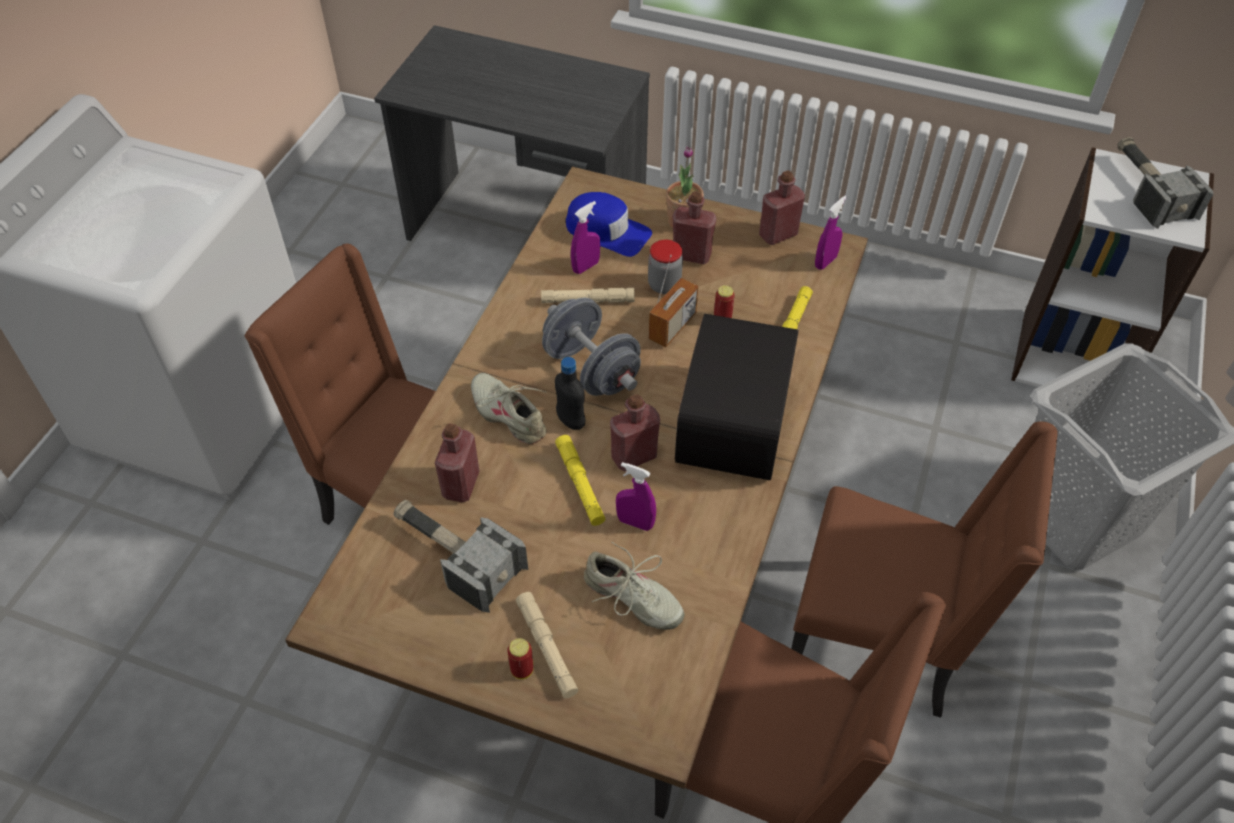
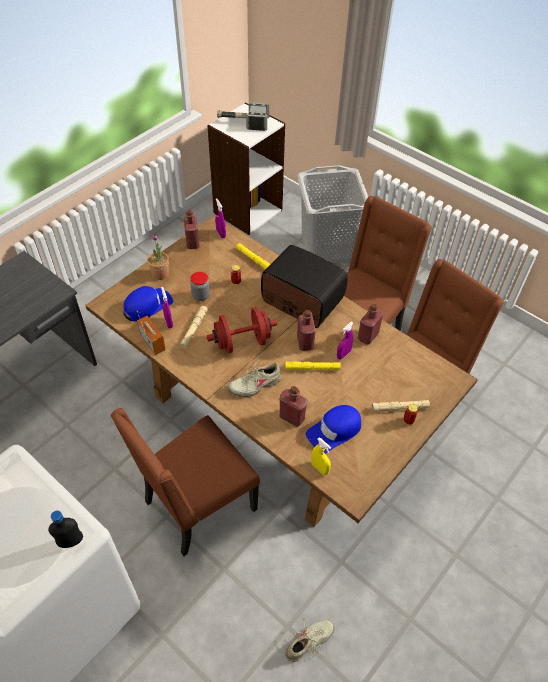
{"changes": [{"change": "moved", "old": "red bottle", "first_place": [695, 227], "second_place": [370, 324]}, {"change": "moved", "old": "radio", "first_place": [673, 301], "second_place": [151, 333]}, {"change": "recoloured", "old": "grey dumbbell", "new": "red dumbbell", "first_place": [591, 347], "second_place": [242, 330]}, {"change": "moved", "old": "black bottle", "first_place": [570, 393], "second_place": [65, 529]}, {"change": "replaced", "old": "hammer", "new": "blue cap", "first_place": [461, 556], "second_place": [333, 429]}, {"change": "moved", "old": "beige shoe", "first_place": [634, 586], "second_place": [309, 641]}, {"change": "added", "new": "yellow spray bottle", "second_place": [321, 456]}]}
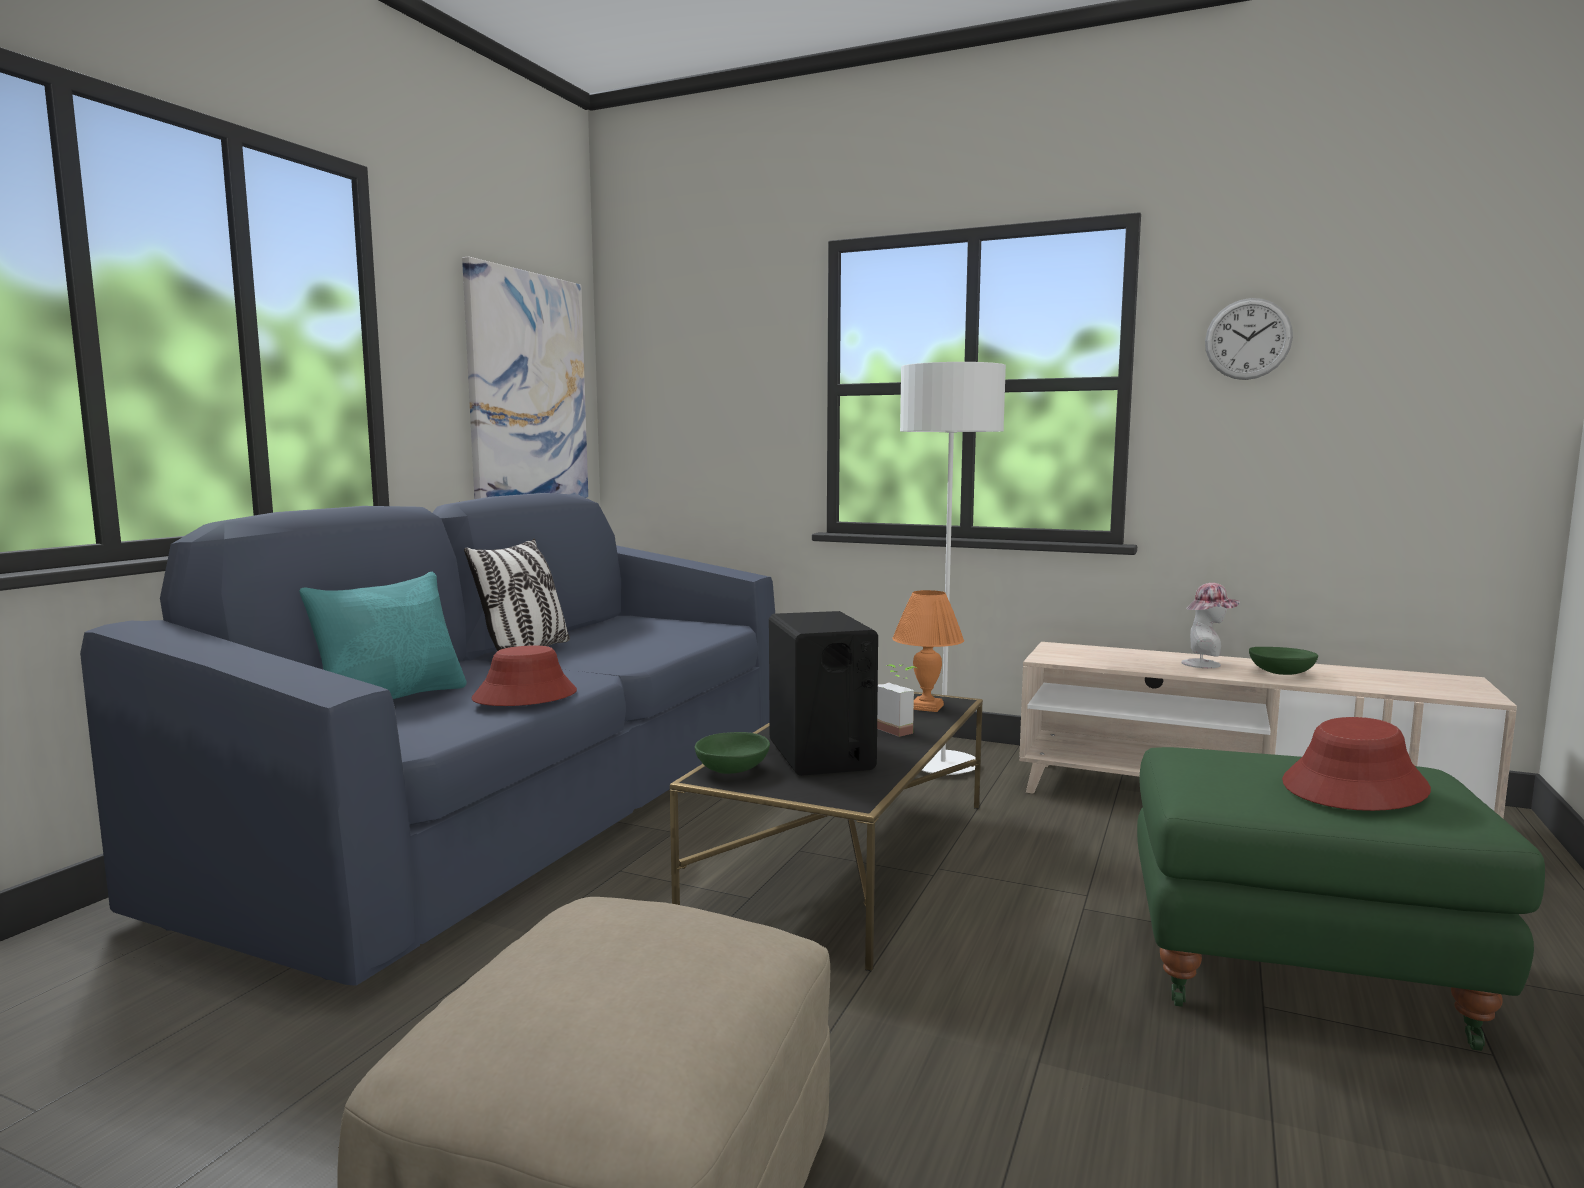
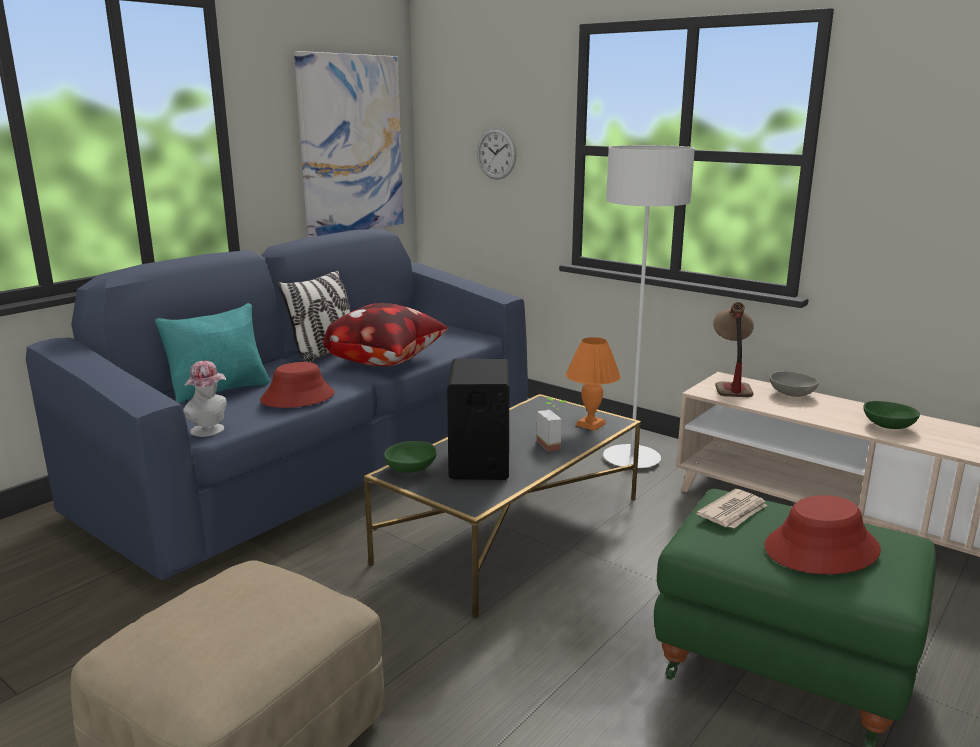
{"changes": [{"change": "moved", "old": "wall clock", "first_place": [1249, 339], "second_place": [497, 153]}, {"change": "moved", "old": "hat", "first_place": [1210, 625], "second_place": [205, 398]}, {"change": "added", "new": "table lamp", "second_place": [733, 349]}, {"change": "added", "new": "pillow", "second_place": [385, 334]}, {"change": "added", "new": "grey bowl", "second_place": [794, 384]}, {"change": "added", "new": "newspaper", "second_place": [731, 508]}]}
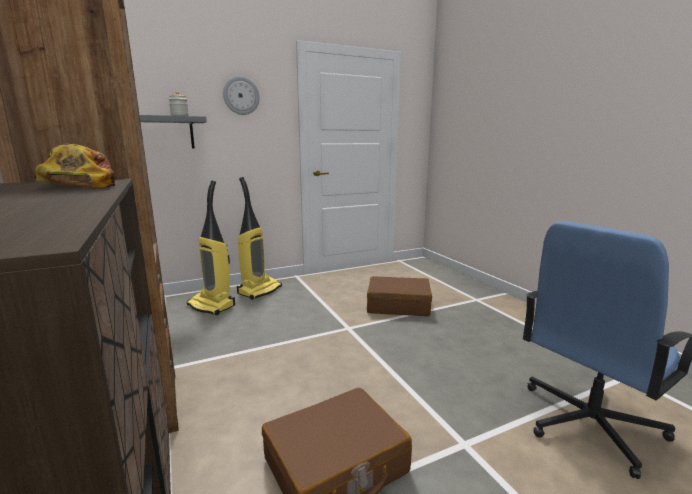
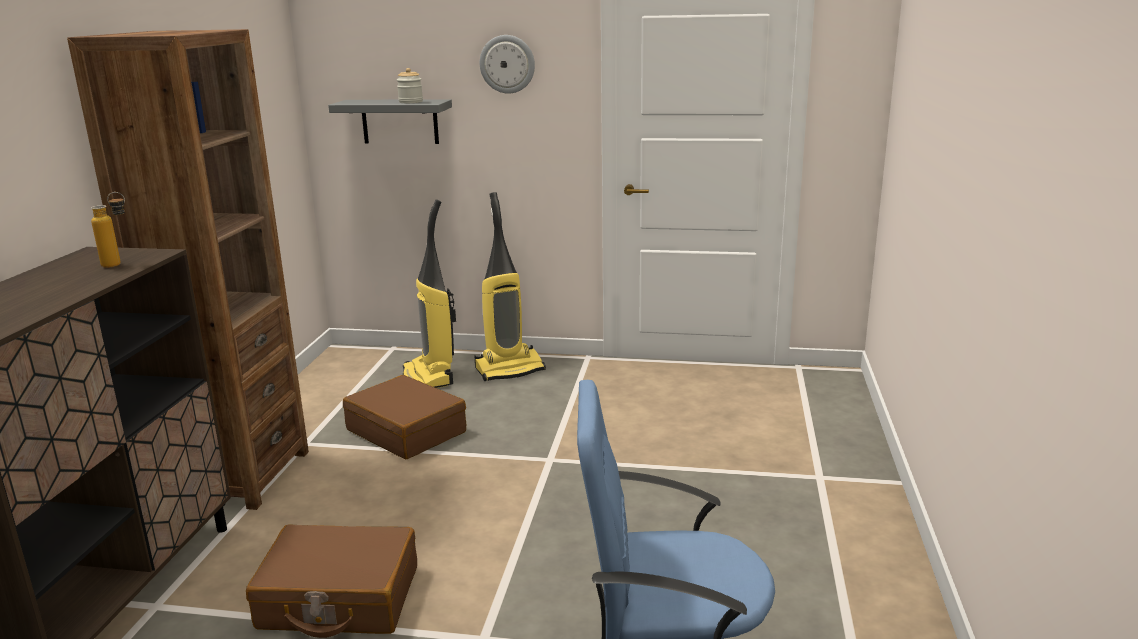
{"changes": [{"change": "replaced", "old": "cap", "new": "bottle", "first_place": [75, 165], "second_place": [108, 230]}, {"change": "moved", "old": "brown suitcase", "first_place": [399, 296], "second_place": [404, 417]}]}
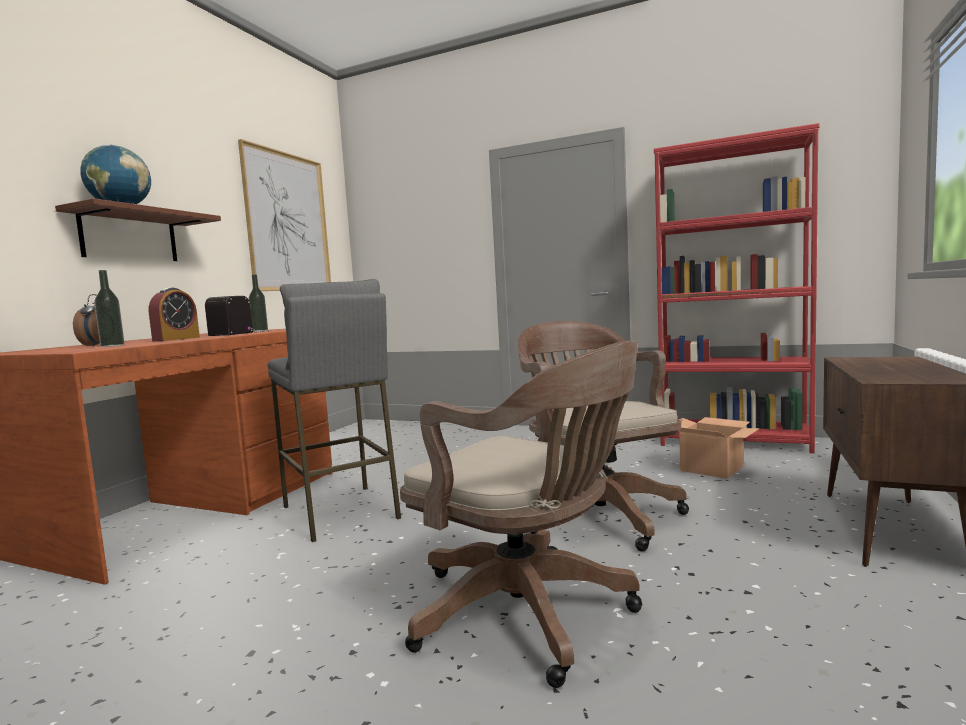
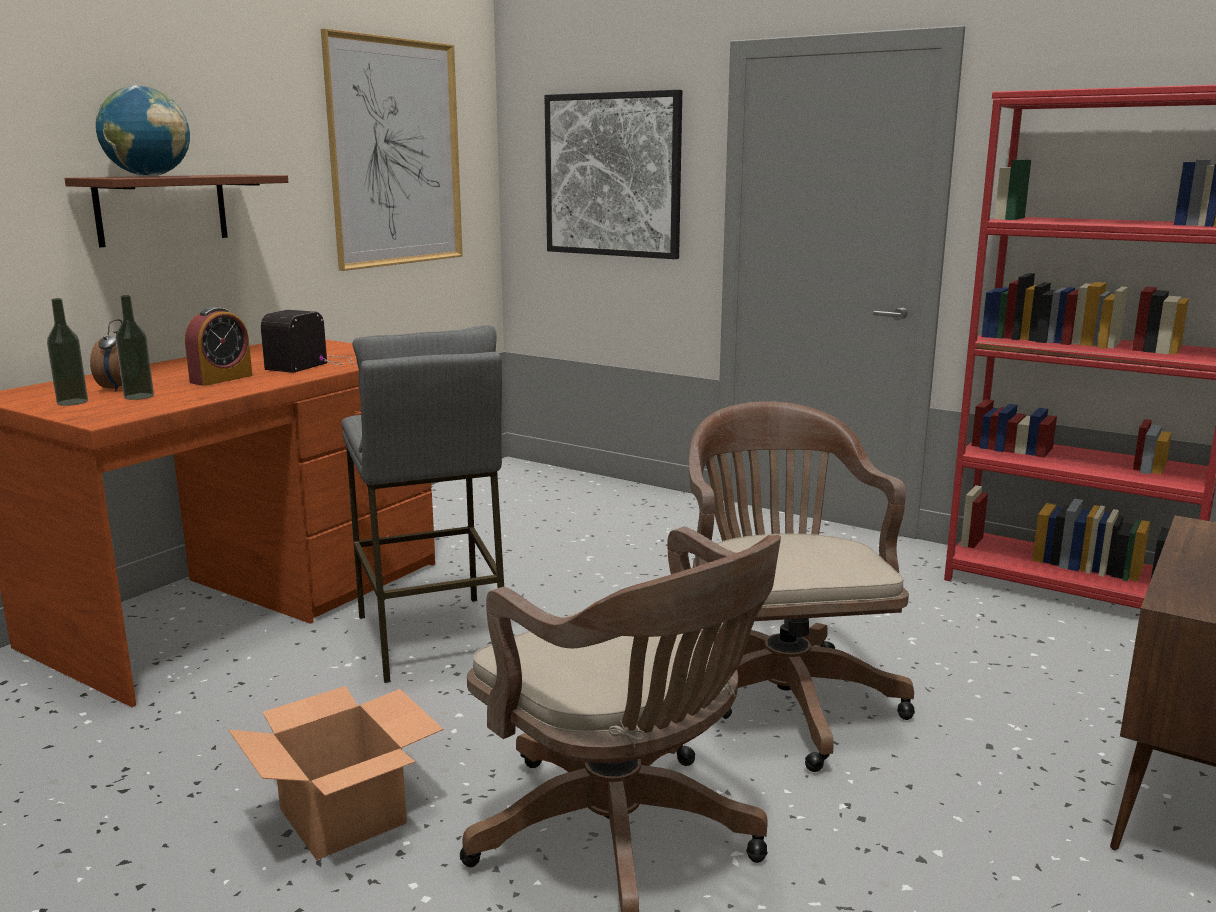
{"changes": [{"change": "moved", "old": "bottle", "first_place": [258, 303], "second_place": [67, 352]}, {"change": "moved", "old": "cardboard box", "first_place": [719, 448], "second_place": [336, 773]}, {"change": "added", "new": "picture", "second_place": [613, 174]}]}
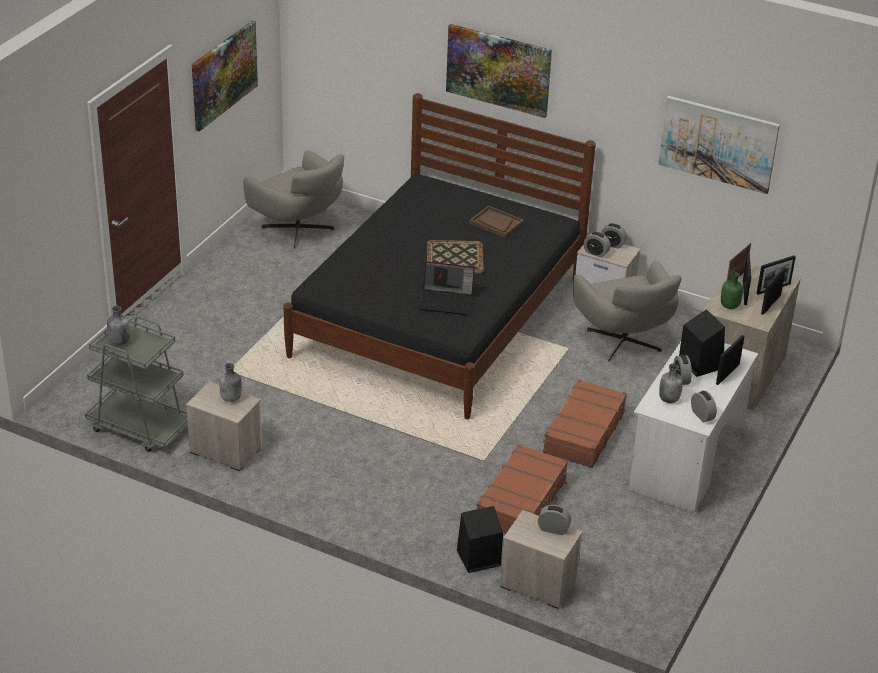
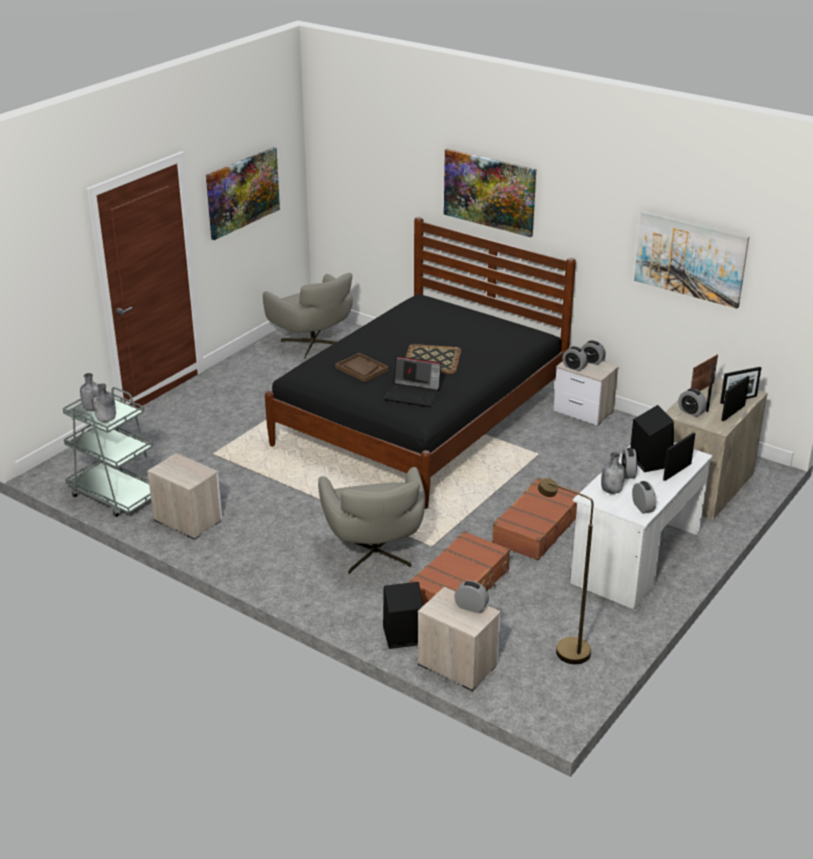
{"changes": [{"change": "moved", "old": "brown tray", "first_place": [496, 222], "second_place": [362, 367]}, {"change": "moved", "old": "grey armchair", "first_place": [627, 311], "second_place": [371, 520]}, {"change": "replaced", "old": "green bottle", "new": "alarm clock", "first_place": [732, 290], "second_place": [692, 402]}, {"change": "moved", "old": "grey bottle", "first_place": [230, 382], "second_place": [104, 402]}, {"change": "added", "new": "brown floor lamp", "second_place": [565, 571]}]}
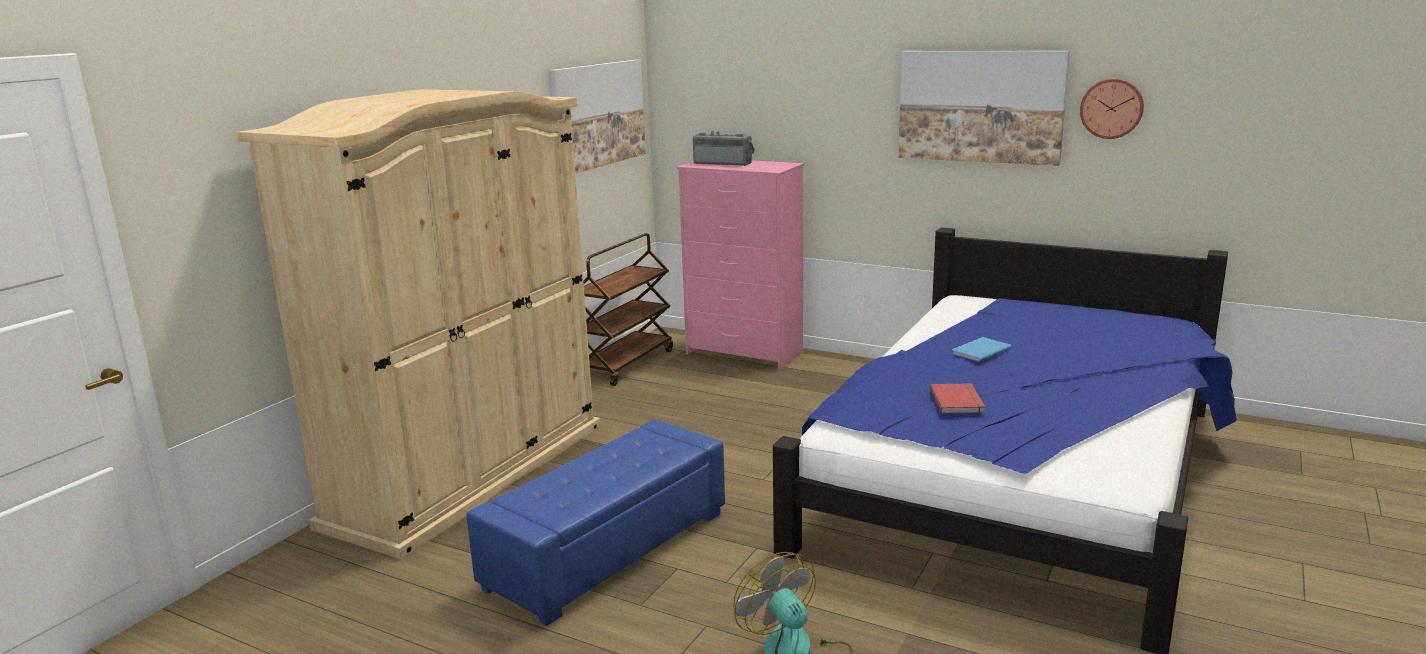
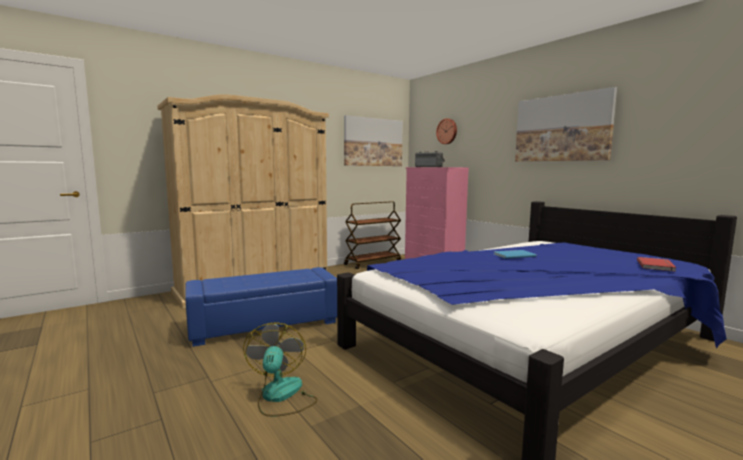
{"changes": [{"change": "moved", "old": "wall clock", "first_place": [1112, 108], "second_place": [446, 131]}, {"change": "moved", "old": "red book", "first_place": [957, 398], "second_place": [657, 264]}]}
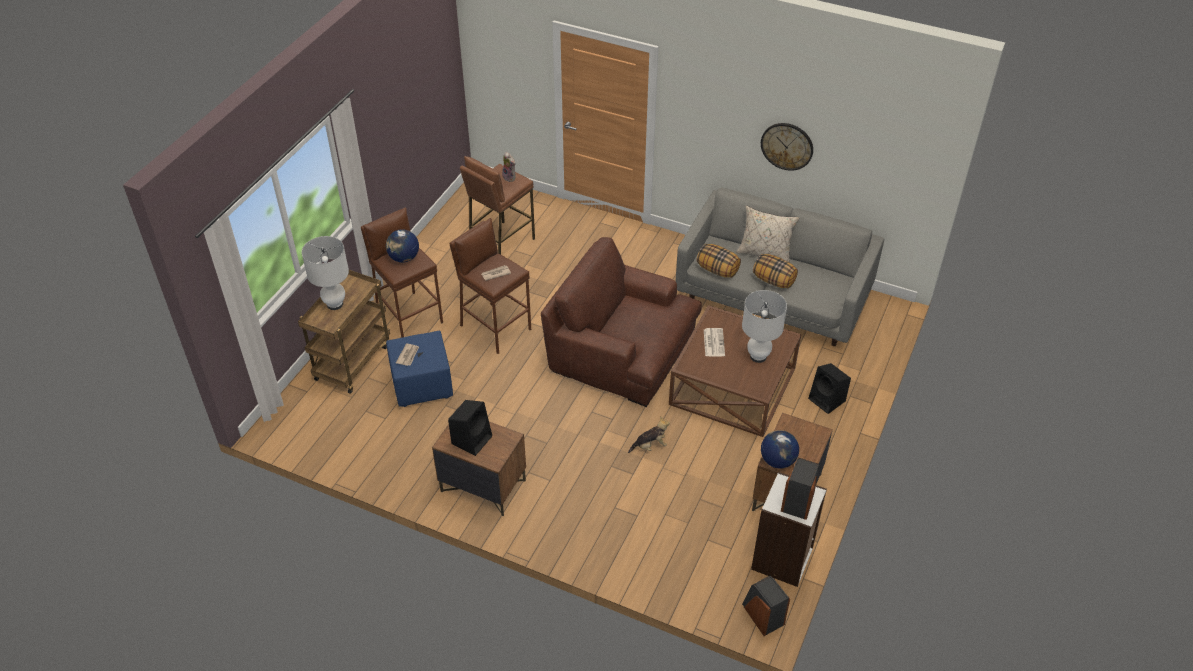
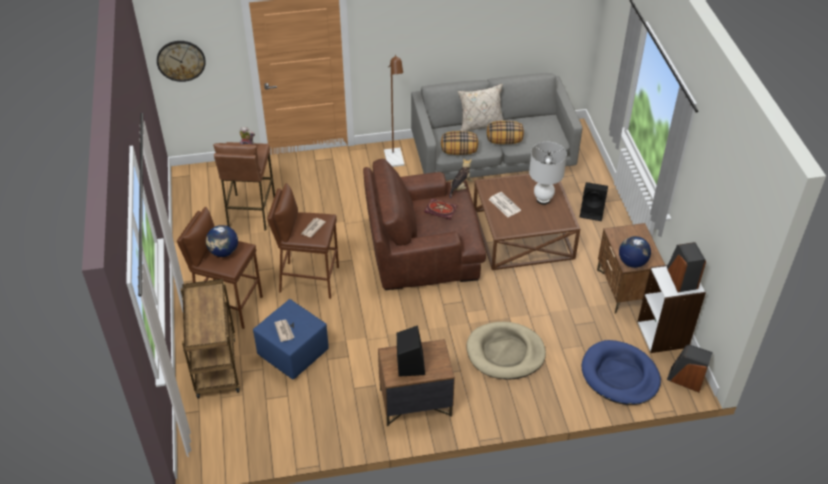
{"changes": [{"change": "moved", "old": "wall clock", "first_place": [787, 147], "second_place": [181, 61]}, {"change": "removed", "old": "white table lamp", "first_place": [325, 273]}, {"change": "moved", "old": "plush toy", "first_place": [649, 435], "second_place": [461, 178]}, {"change": "added", "new": "brown floor lamp", "second_place": [394, 111]}, {"change": "added", "new": "book", "second_place": [440, 209]}, {"change": "added", "new": "beige dog bed", "second_place": [506, 350]}, {"change": "added", "new": "blue dog bed", "second_place": [621, 372]}]}
